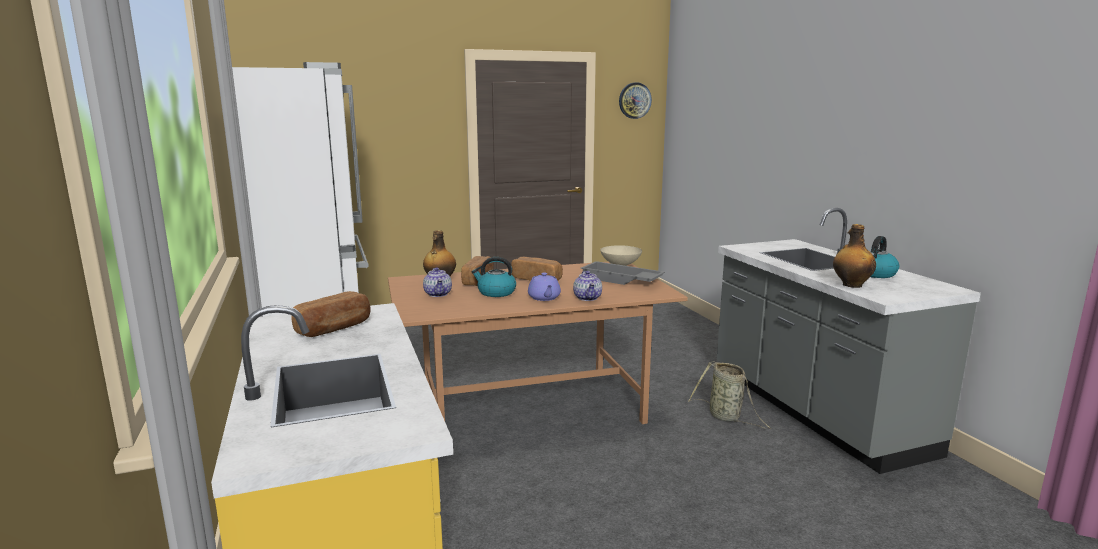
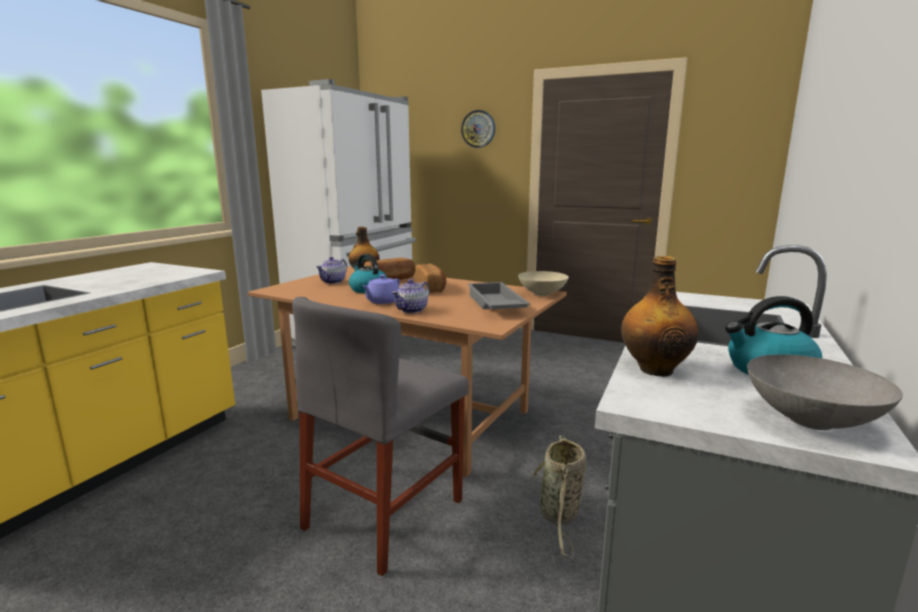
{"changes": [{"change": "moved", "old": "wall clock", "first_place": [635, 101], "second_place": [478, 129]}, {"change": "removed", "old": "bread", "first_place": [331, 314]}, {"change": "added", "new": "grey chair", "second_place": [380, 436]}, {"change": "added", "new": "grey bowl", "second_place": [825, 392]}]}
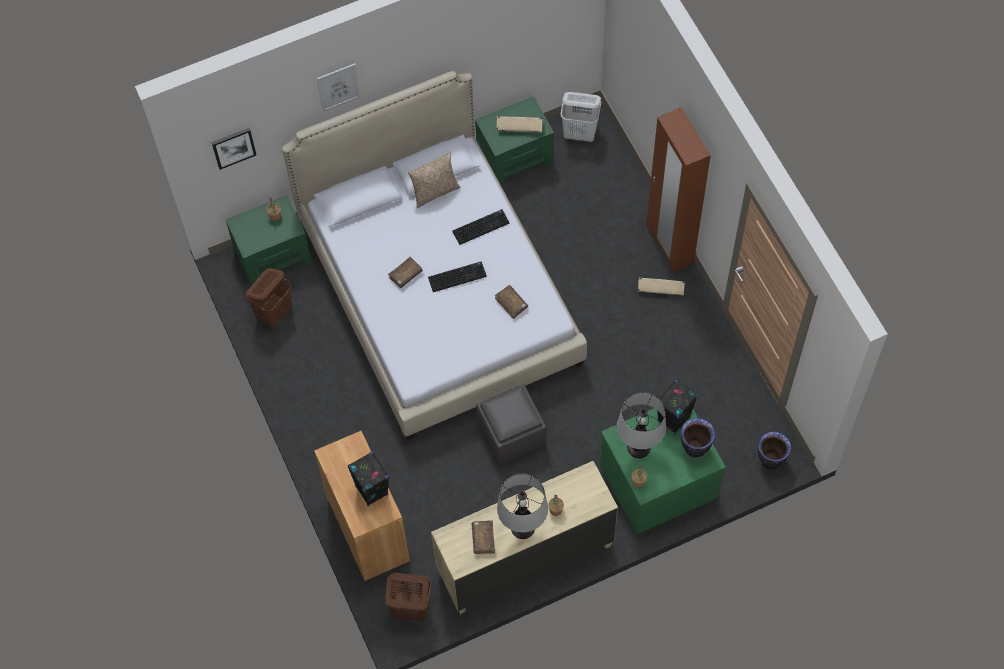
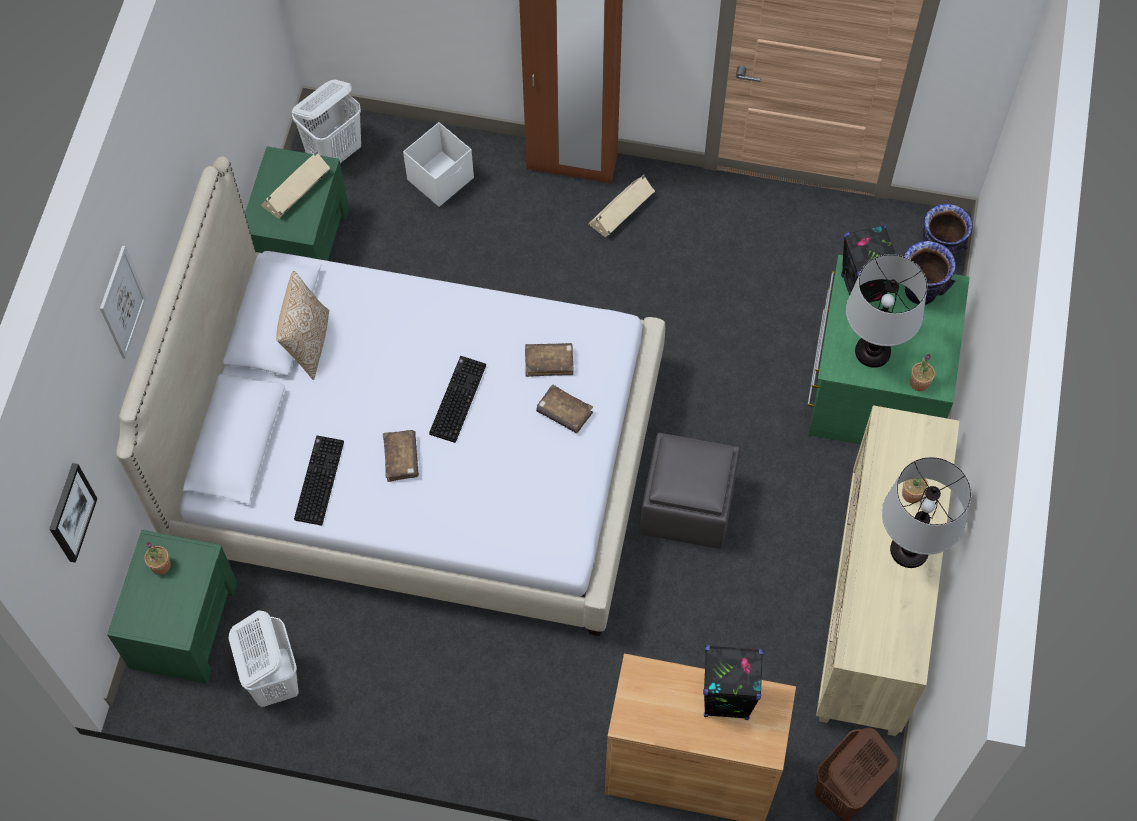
{"changes": [{"change": "moved", "old": "keyboard", "first_place": [480, 227], "second_place": [319, 480]}, {"change": "recoloured", "old": "brown laundry basket", "new": "white laundry basket", "first_place": [269, 297], "second_place": [264, 658]}, {"change": "moved", "old": "brown book", "first_place": [483, 537], "second_place": [564, 408]}, {"change": "added", "new": "white storage box", "second_place": [438, 164]}]}
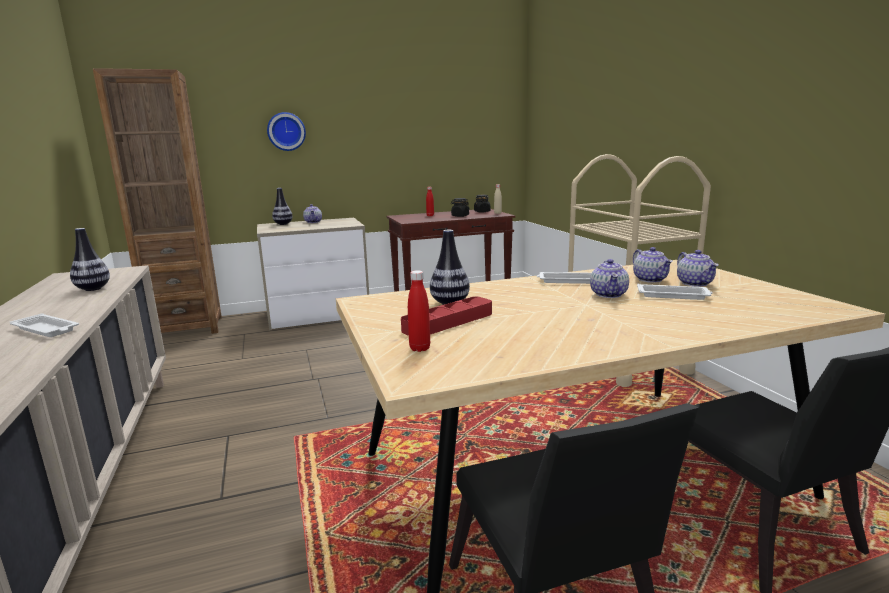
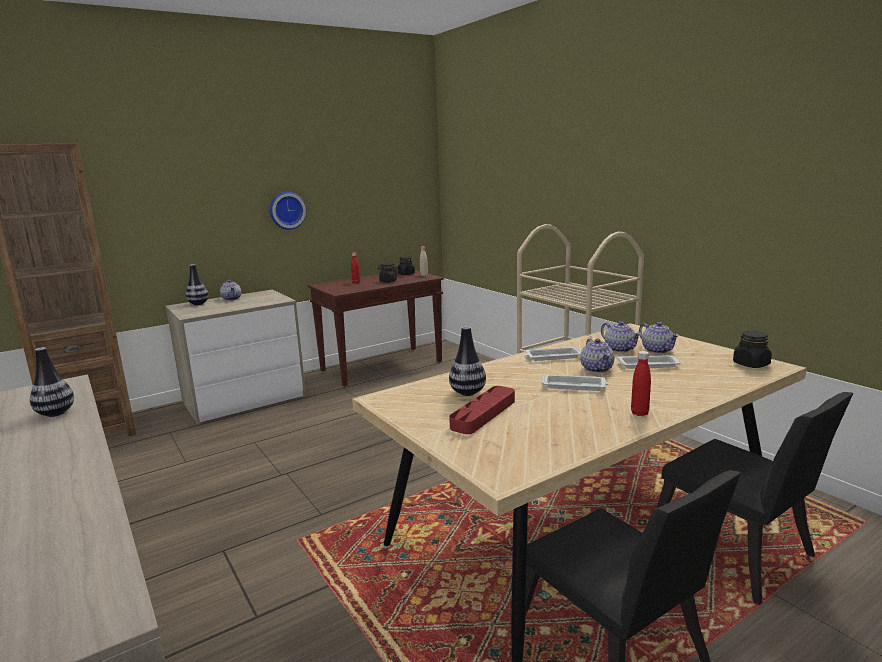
{"changes": [{"change": "moved", "old": "wall clock", "first_place": [286, 131], "second_place": [288, 210]}, {"change": "moved", "old": "red bottle", "first_place": [419, 311], "second_place": [641, 383]}, {"change": "moved", "old": "white tray", "first_place": [44, 325], "second_place": [575, 382]}, {"change": "added", "new": "black jar", "second_place": [752, 349]}]}
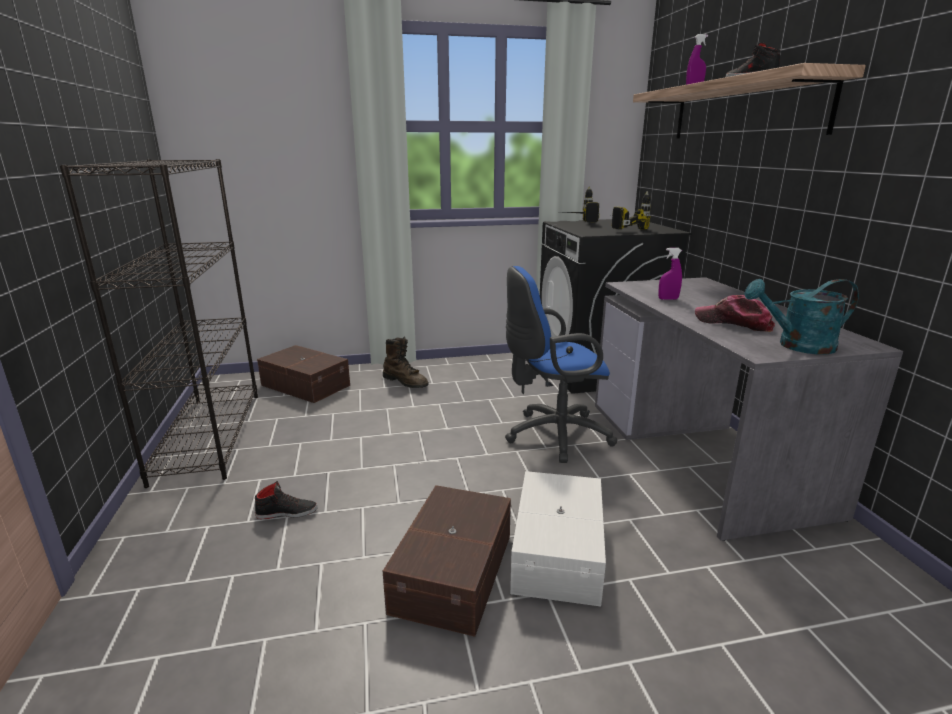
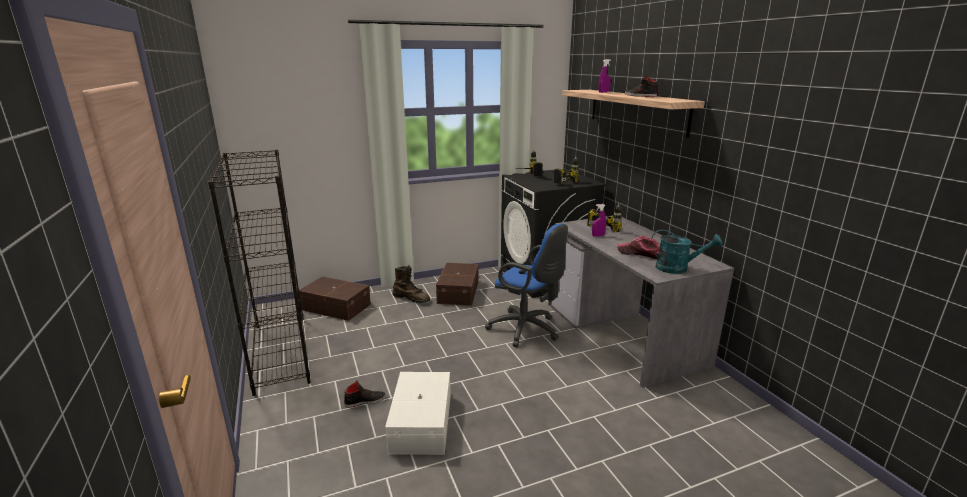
{"changes": [{"change": "turned", "old": "blue office chair", "first_place": [561, 364], "second_place": [526, 285], "degrees": -120}, {"change": "turned", "old": "turquoise watering can", "first_place": [801, 316], "second_place": [687, 251], "degrees": -150}, {"change": "moved", "old": "white storage box", "first_place": [558, 539], "second_place": [418, 413]}, {"change": "moved", "old": "brown storage box", "first_place": [447, 561], "second_place": [457, 284]}, {"change": "added", "new": "power drill", "second_place": [604, 217]}]}
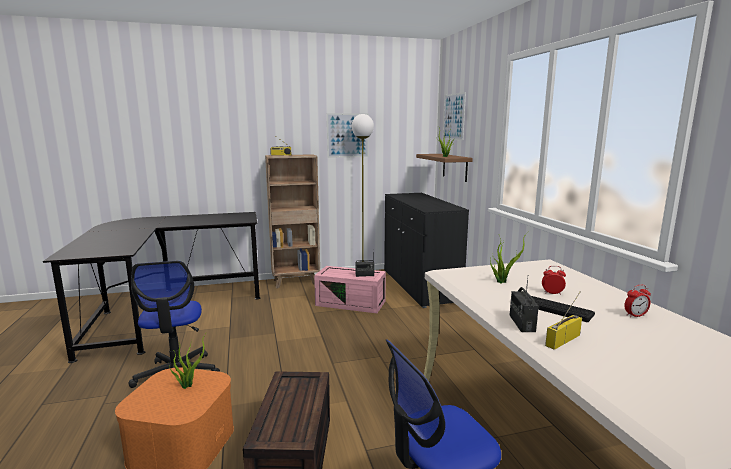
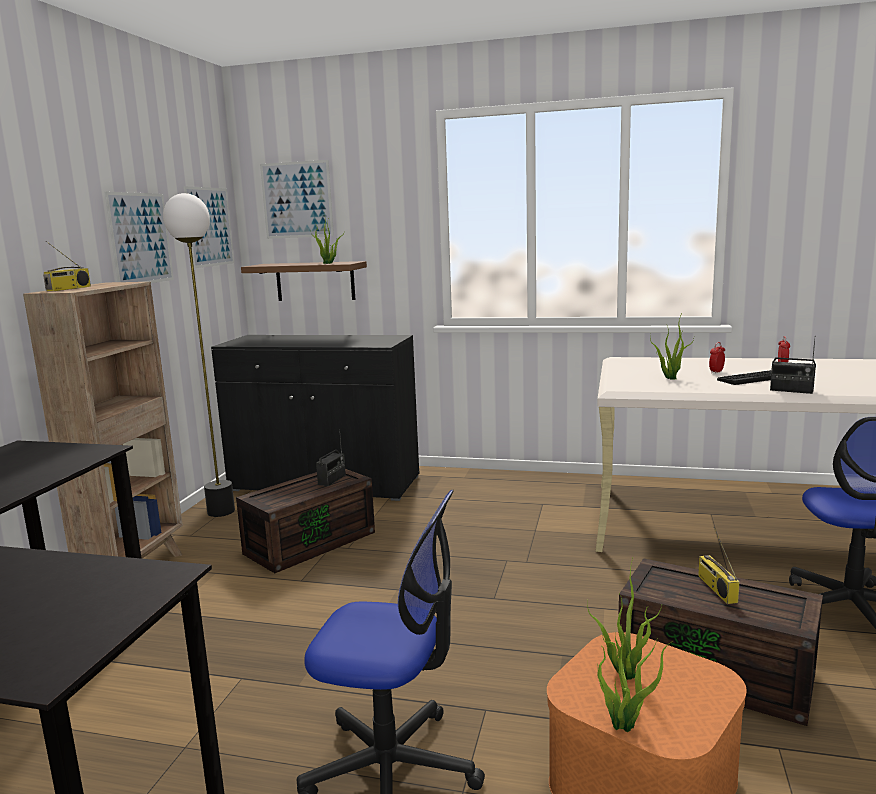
{"changes": [{"change": "recoloured", "old": "pink storage box", "new": "brown storage box", "first_place": [350, 289], "second_place": [305, 521]}, {"change": "moved", "old": "radio", "first_place": [563, 320], "second_place": [718, 565]}, {"change": "added", "new": "picture", "second_place": [209, 227]}, {"change": "added", "new": "potted plant", "second_place": [635, 679]}]}
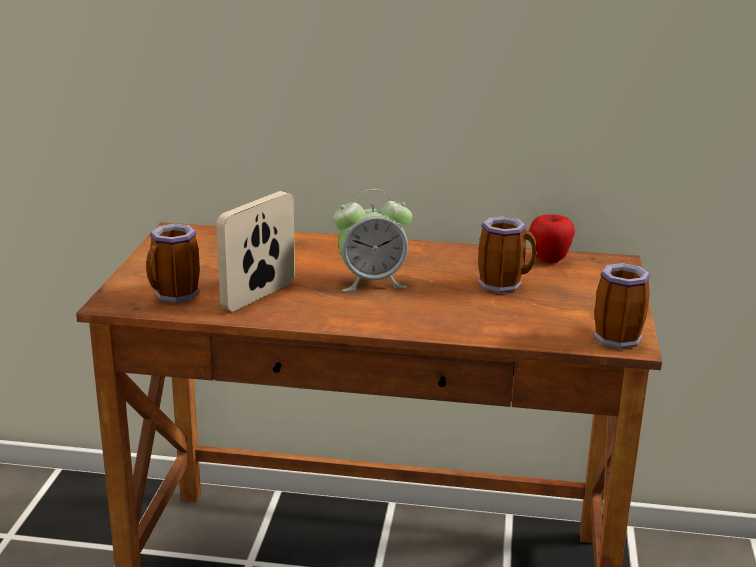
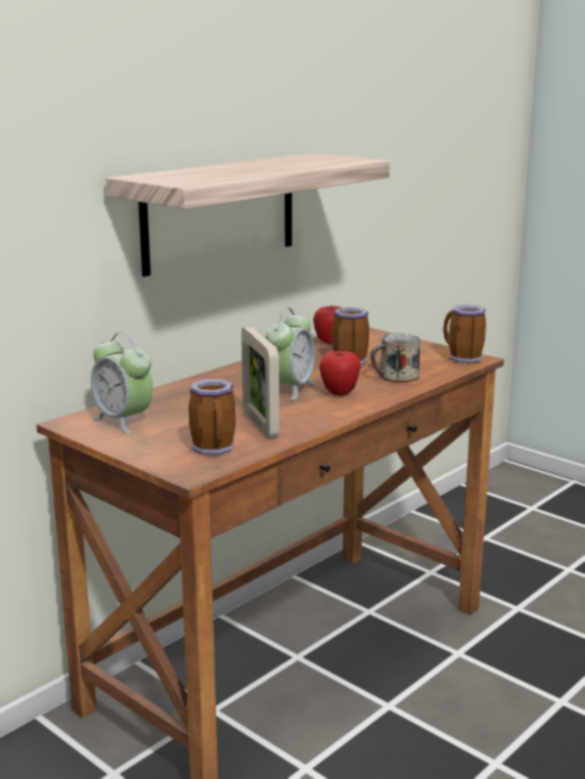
{"changes": [{"change": "added", "new": "shelf", "second_place": [248, 215]}, {"change": "added", "new": "alarm clock", "second_place": [122, 383]}, {"change": "added", "new": "mug", "second_place": [396, 357]}, {"change": "added", "new": "apple", "second_place": [340, 372]}]}
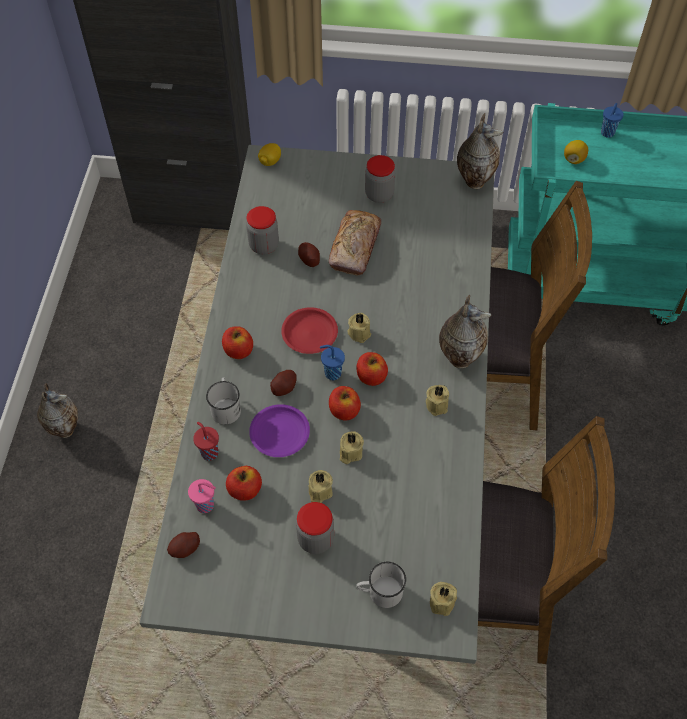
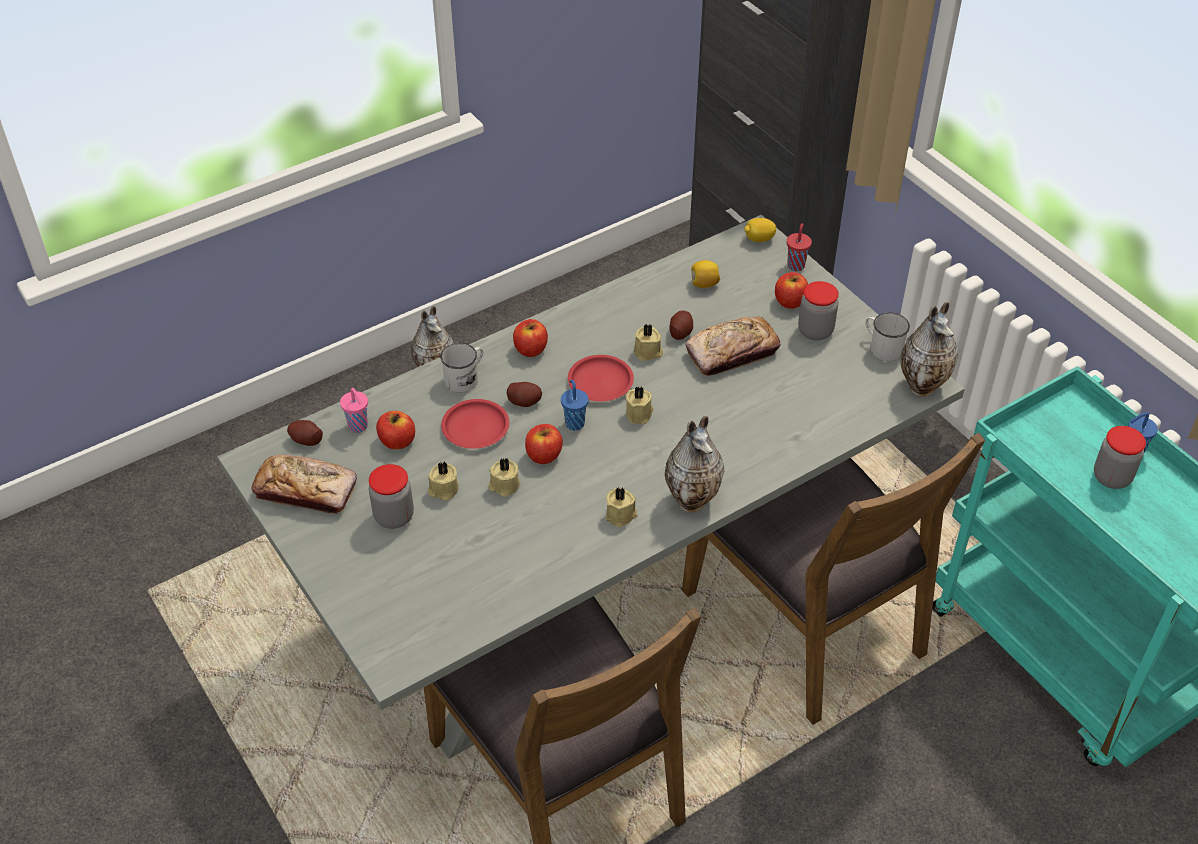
{"changes": [{"change": "moved", "old": "lemon", "first_place": [576, 152], "second_place": [705, 274]}, {"change": "moved", "old": "jar", "first_place": [262, 230], "second_place": [1120, 457]}, {"change": "moved", "old": "apple", "first_place": [372, 369], "second_place": [791, 290]}, {"change": "recoloured", "old": "purple plate", "new": "red plate", "first_place": [279, 430], "second_place": [475, 424]}, {"change": "moved", "old": "red cup", "first_place": [206, 441], "second_place": [799, 247]}, {"change": "moved", "old": "white mug", "first_place": [381, 585], "second_place": [888, 336]}, {"change": "moved", "old": "beige candle", "first_place": [443, 599], "second_place": [648, 342]}, {"change": "added", "new": "bread", "second_place": [304, 485]}]}
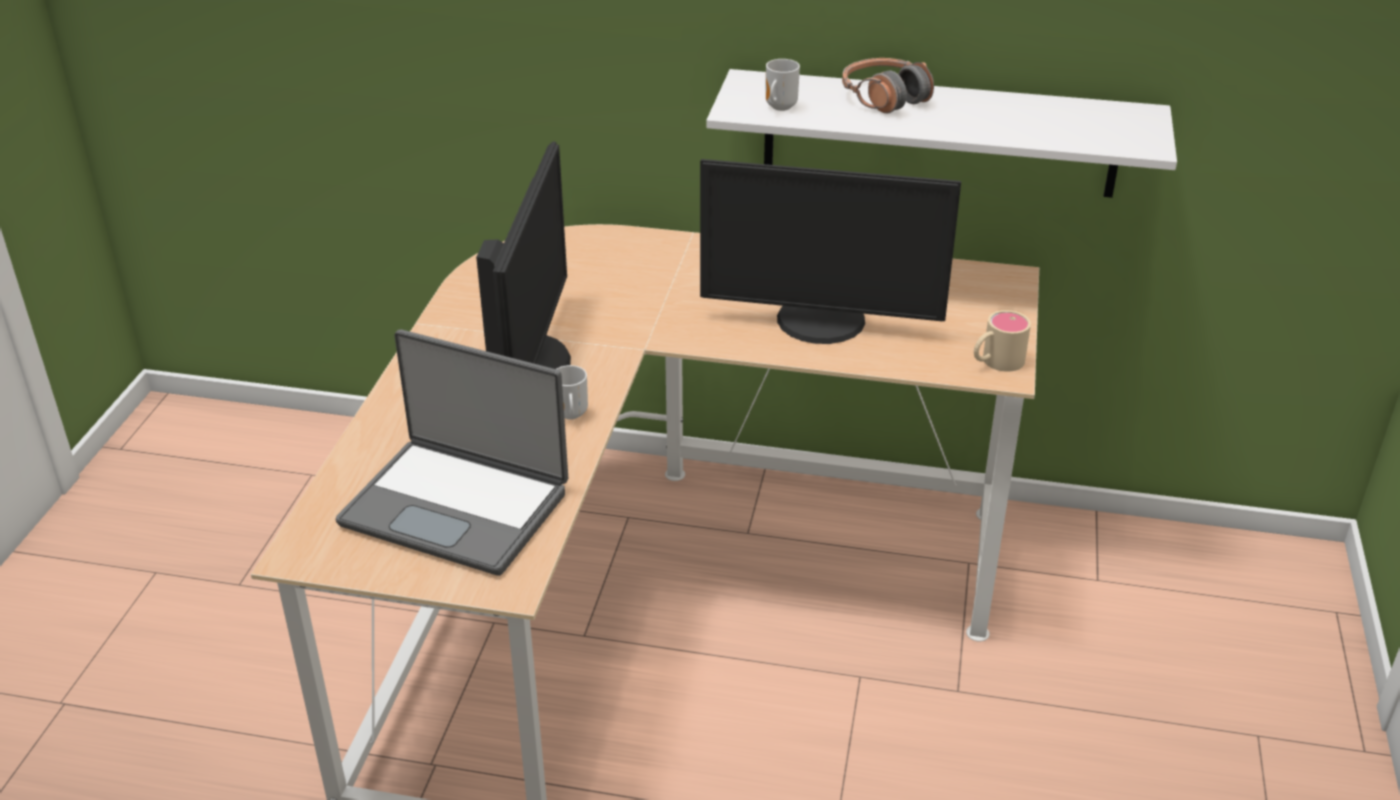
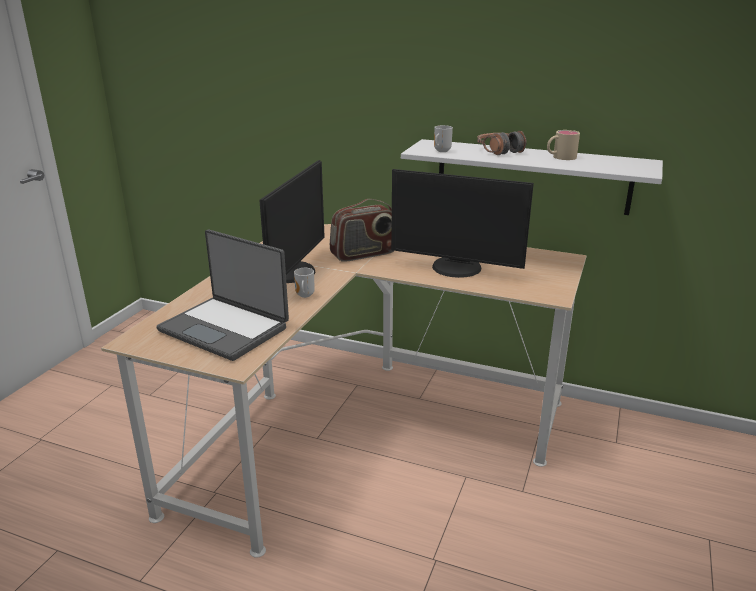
{"changes": [{"change": "moved", "old": "beige mug", "first_place": [1002, 341], "second_place": [563, 145]}, {"change": "added", "new": "radio", "second_place": [362, 230]}]}
